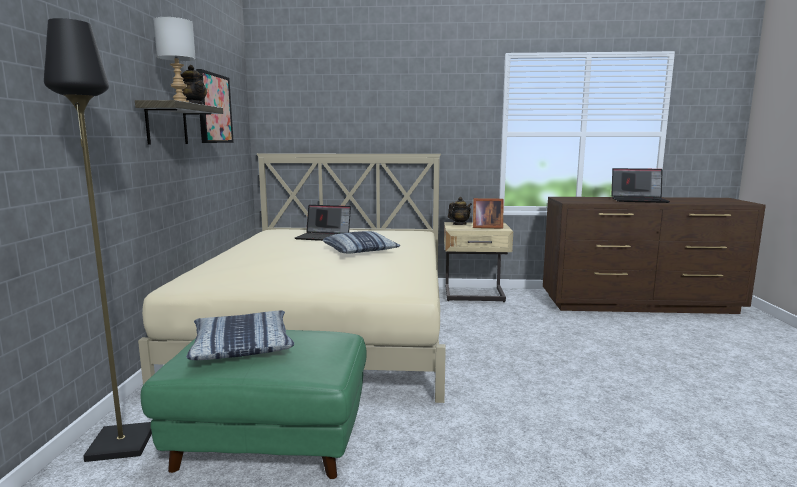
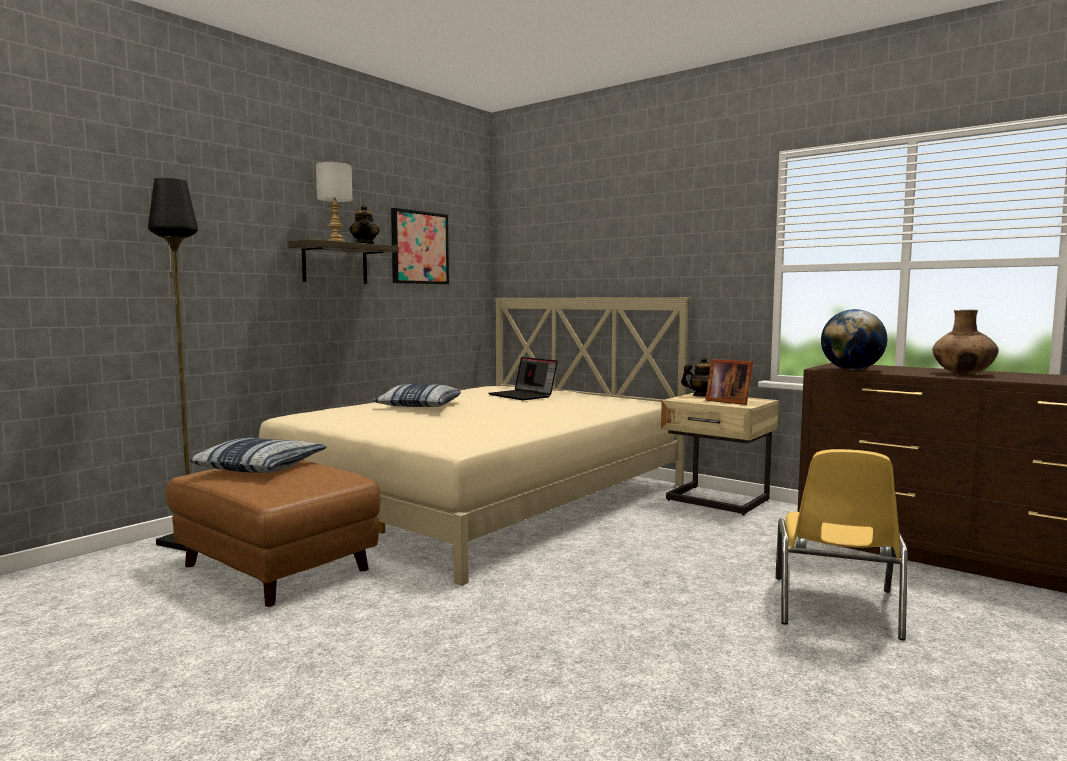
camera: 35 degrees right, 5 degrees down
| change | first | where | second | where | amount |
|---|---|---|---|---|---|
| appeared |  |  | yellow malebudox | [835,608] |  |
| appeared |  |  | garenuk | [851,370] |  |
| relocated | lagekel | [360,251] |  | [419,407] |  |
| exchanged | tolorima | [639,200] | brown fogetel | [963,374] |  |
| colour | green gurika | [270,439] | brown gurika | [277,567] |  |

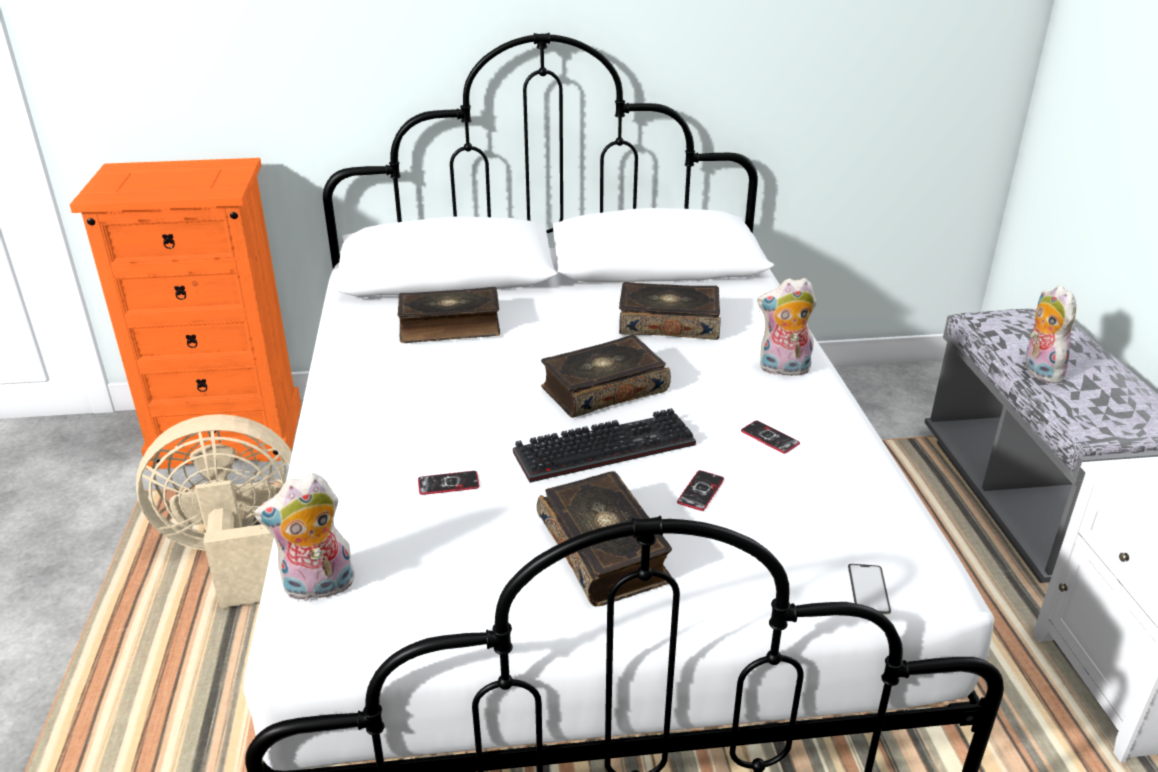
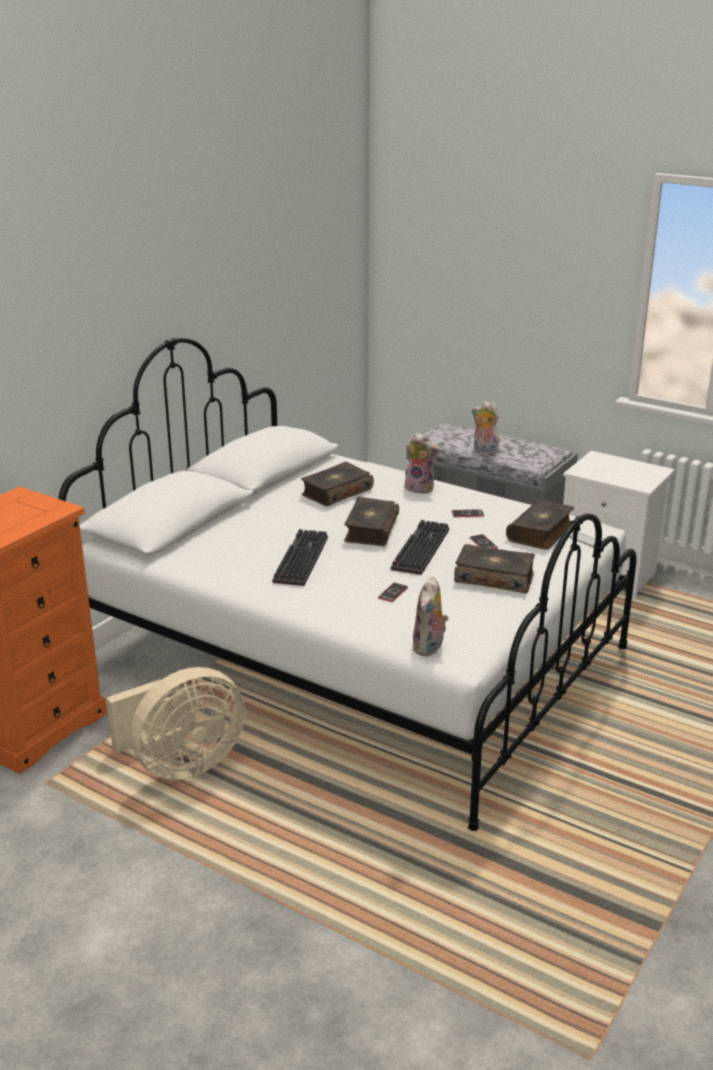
camera: 50 degrees left, 5 degrees down
| change | first | where | second | where | amount |
|---|---|---|---|---|---|
| appeared |  |  | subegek | [299,558] |  |
| relocated | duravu | [449,327] |  | [541,533] |  |
| spun | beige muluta | [239,556] |  | [181,765] | 150 degrees counterclockwise |
| spun | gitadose | [783,370] |  | [421,488] | 105 degrees counterclockwise |

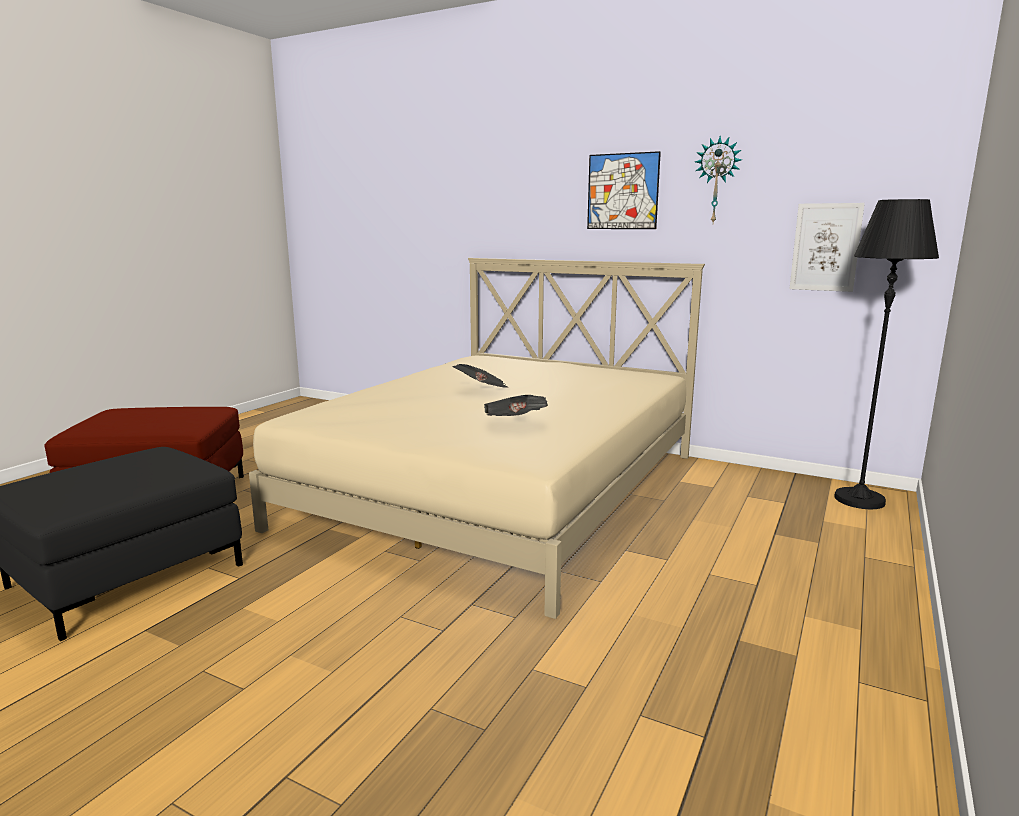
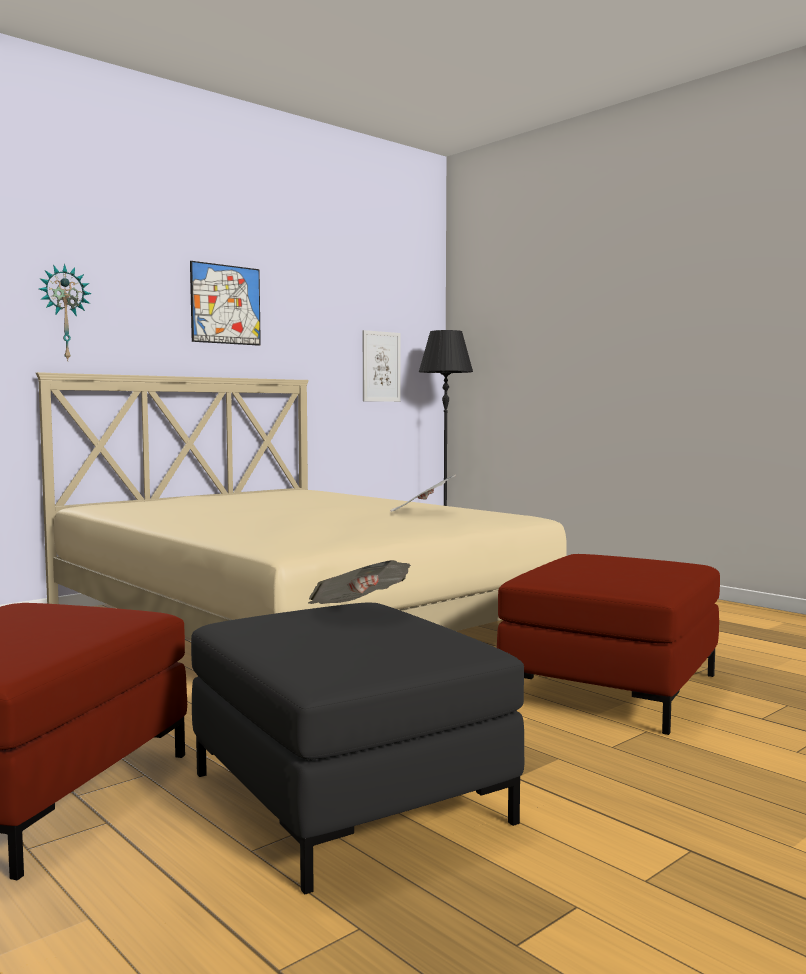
camera: 70 degrees left, 10 degrees down
| change | first | where | second | where | amount |
|---|---|---|---|---|---|
| appeared |  |  | red gurika | [611,687] |  |
| relocated | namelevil | [482,391] |  | [358,612] |  |
| relocated | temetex | [717,180] |  | [64,313] |  |

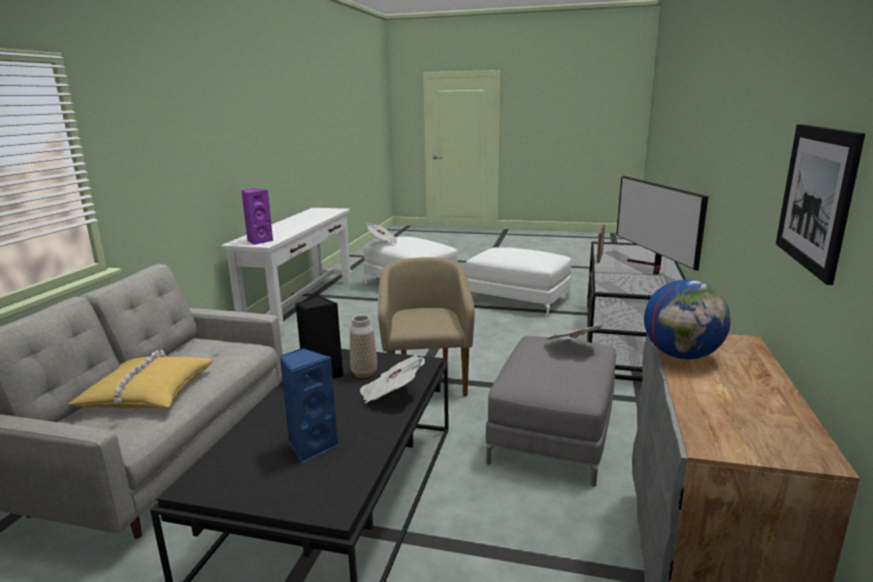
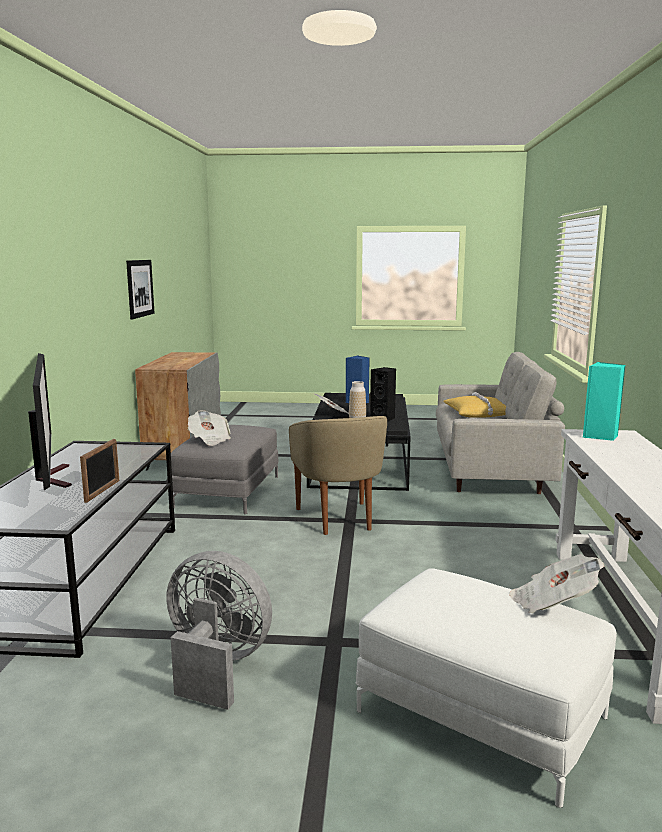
camera: 170 degrees right, 5 degrees down
| change | first | where | second | where | amount |
|---|---|---|---|---|---|
| missing | garenuk | [681,355] |  |  |  |
| exchanged | white gurika | [518,300] | grey muluta | [216,666] |  |
| colour | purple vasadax | [259,241] | turquoise vasadax | [600,436] |  |

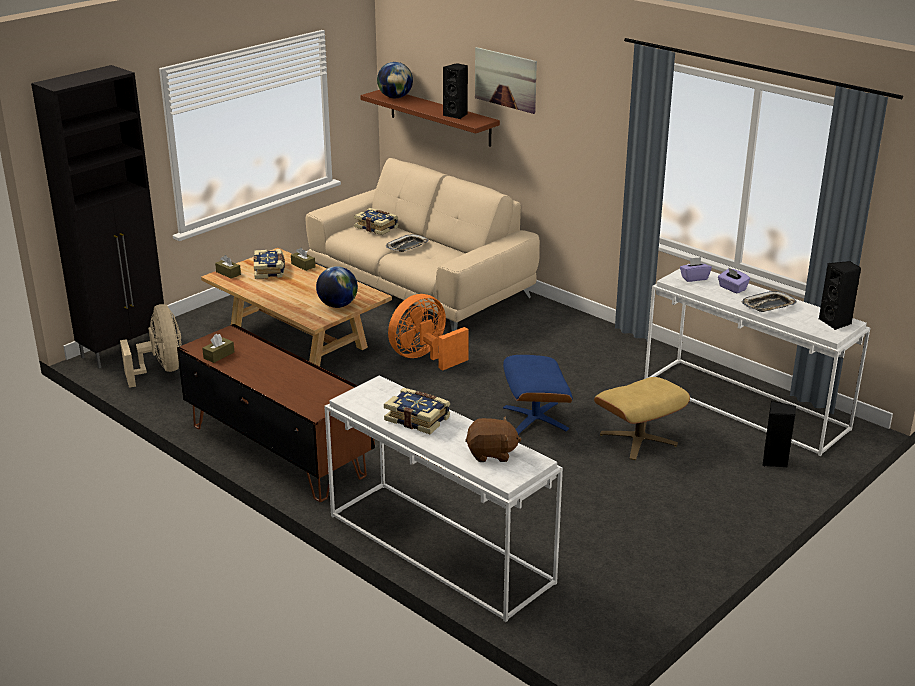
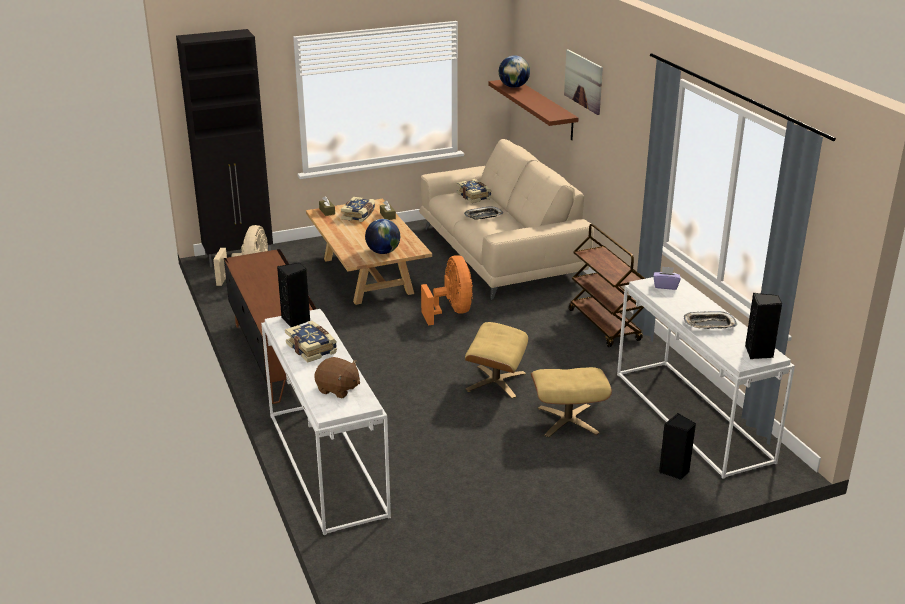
camera: 25 degrees right, 0 degrees up
| change | first | where | second | where | amount |
|---|---|---|---|---|---|
| missing | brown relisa | [219,355] |  |  |  |
| missing | purple relisa | [732,288] |  |  |  |
| appeared |  |  | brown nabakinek | [604,325] |  |
| relocated | black vasadax | [456,115] |  | [296,320] |  |
| colour | blue gurika | [535,418] | beige gurika | [495,381] |  |
| spun | orange muluta | [425,358] |  | [451,312] | 90 degrees clockwise |

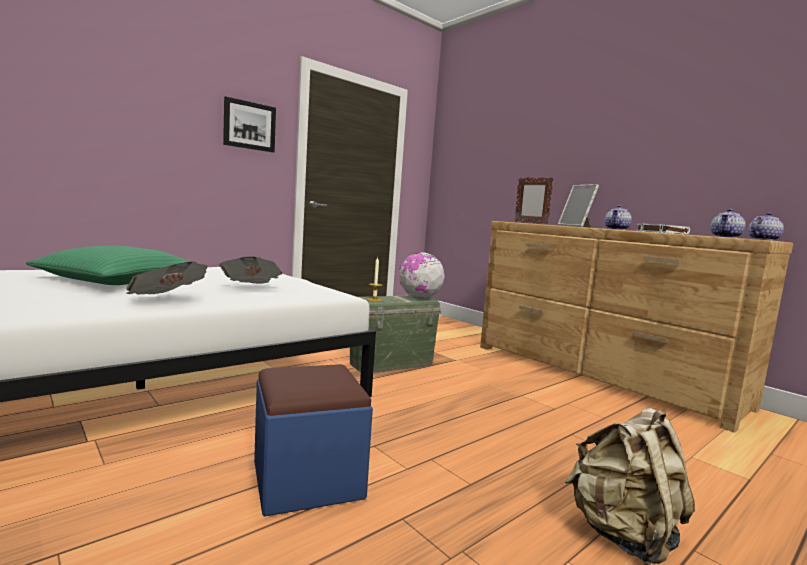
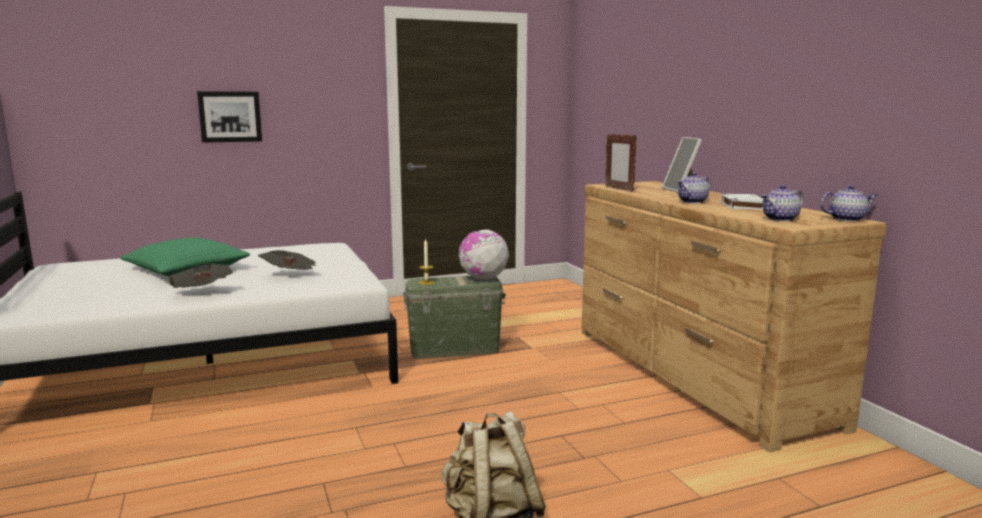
camera: 20 degrees right, 5 degrees up
| change | first | where | second | where | amount |
|---|---|---|---|---|---|
| missing | blue gurika | [307,479] |  |  |  |
| relocated | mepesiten | [249,125] |  | [230,116] |  |

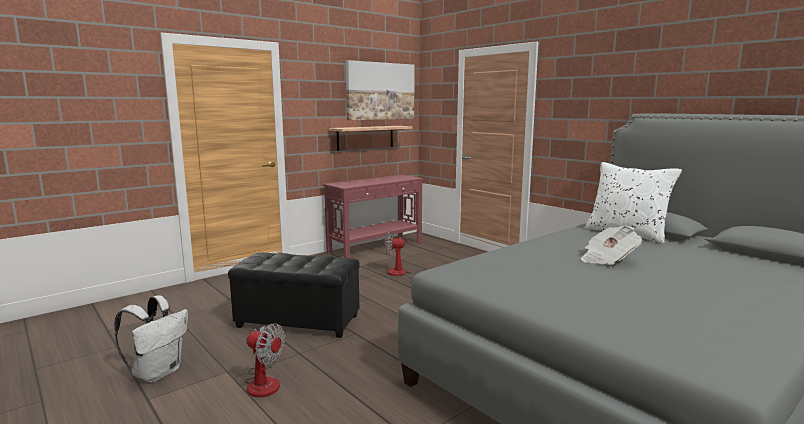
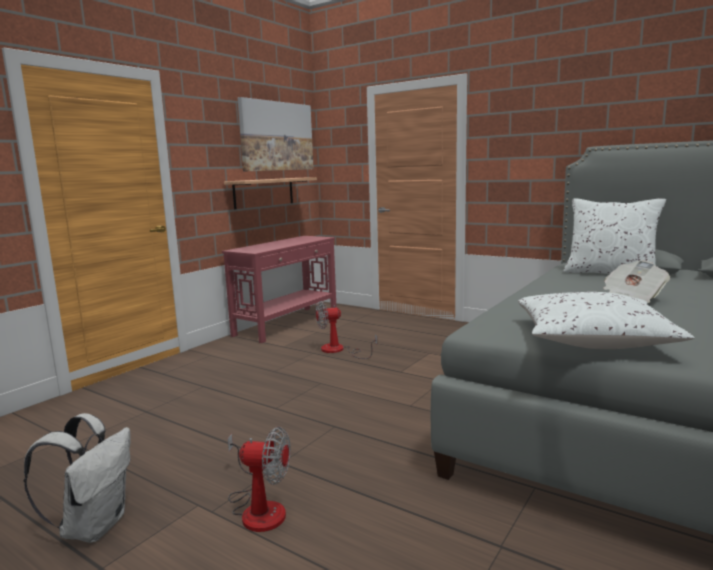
camera: 15 degrees left, 0 degrees up
| change | first | where | second | where | amount |
|---|---|---|---|---|---|
| missing | black gurika | [298,322] |  |  |  |
| appeared |  |  | white lagekel | [592,339] |  |

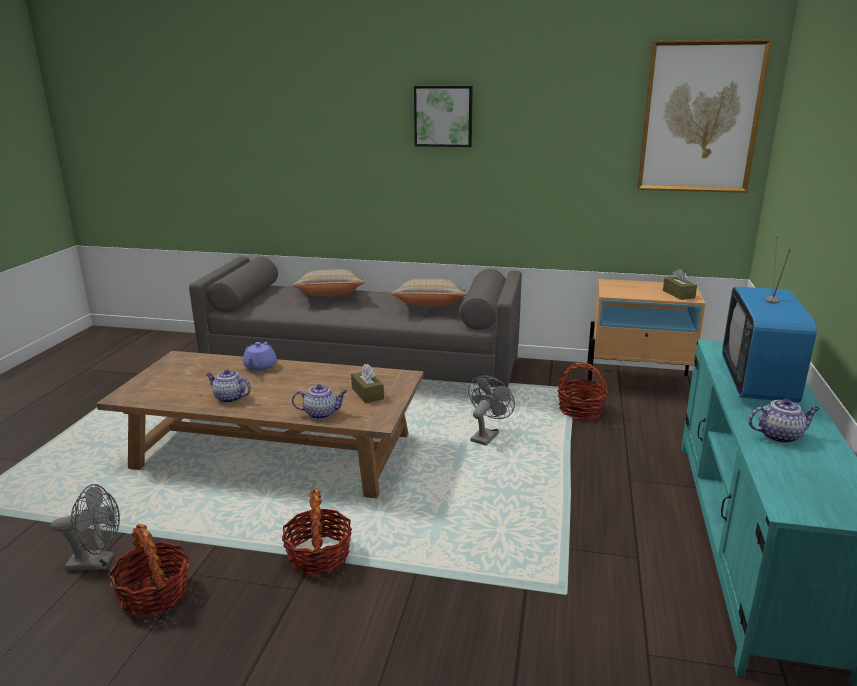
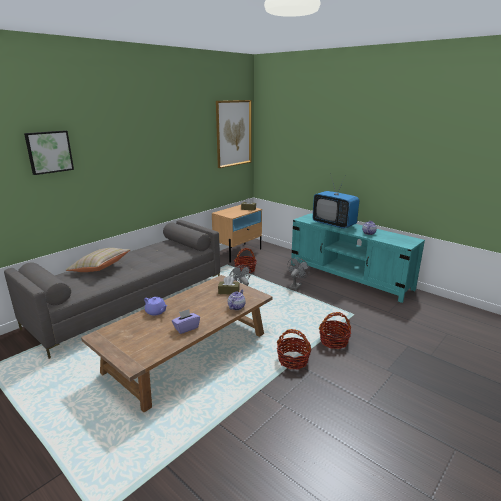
camera: 60 degrees left, 0 degrees up
| change | first | where | second | where | amount |
|---|---|---|---|---|---|
| missing | beige lagekel | [430,307] |  |  |  |
| relocated | grey muluta | [98,562] |  | [296,285] |  |
| relocated | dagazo | [154,594] |  | [334,341] |  |
| relocated | mepesiten | [443,116] |  | [49,152] |  |
| exchanged | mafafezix | [229,398] | purple relisa | [186,328] |  |

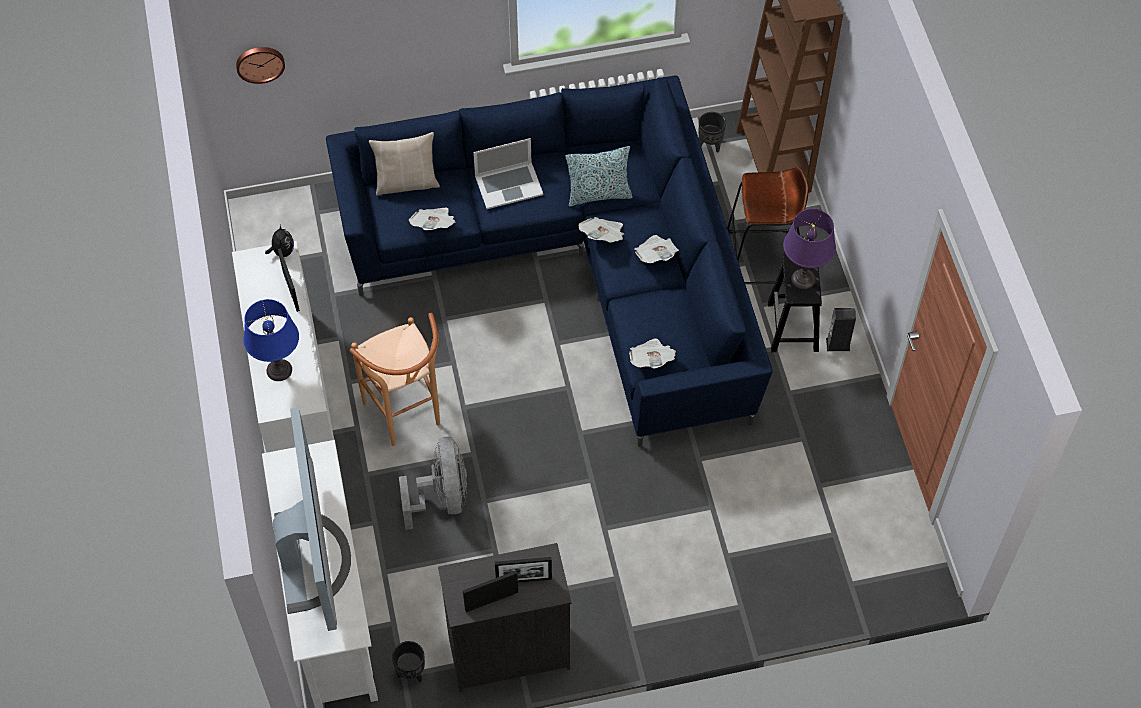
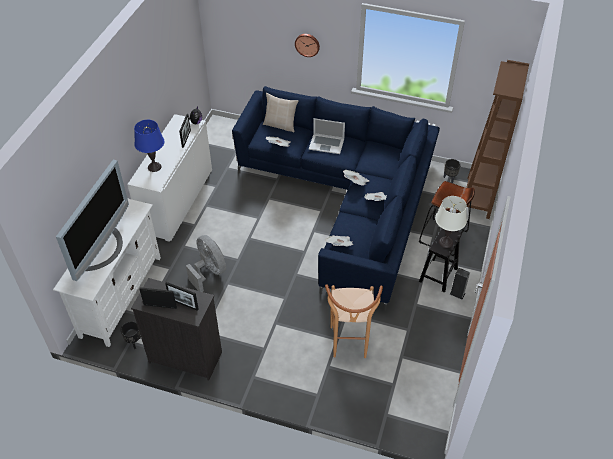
camera: 30 degrees right, 10 degrees down
| change | first | where | second | where | amount |
|---|---|---|---|---|---|
| missing | lagekel | [599,194] |  |  |  |
| relocated | temetex | [260,63] |  | [307,44] |  |
| relocated | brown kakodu | [407,418] |  | [349,346] |  |
| colour | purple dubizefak | [803,279] | white dubizefak | [446,242] |  |
| spun | grey muluta | [442,497] |  | [209,272] | 60 degrees counterclockwise |

